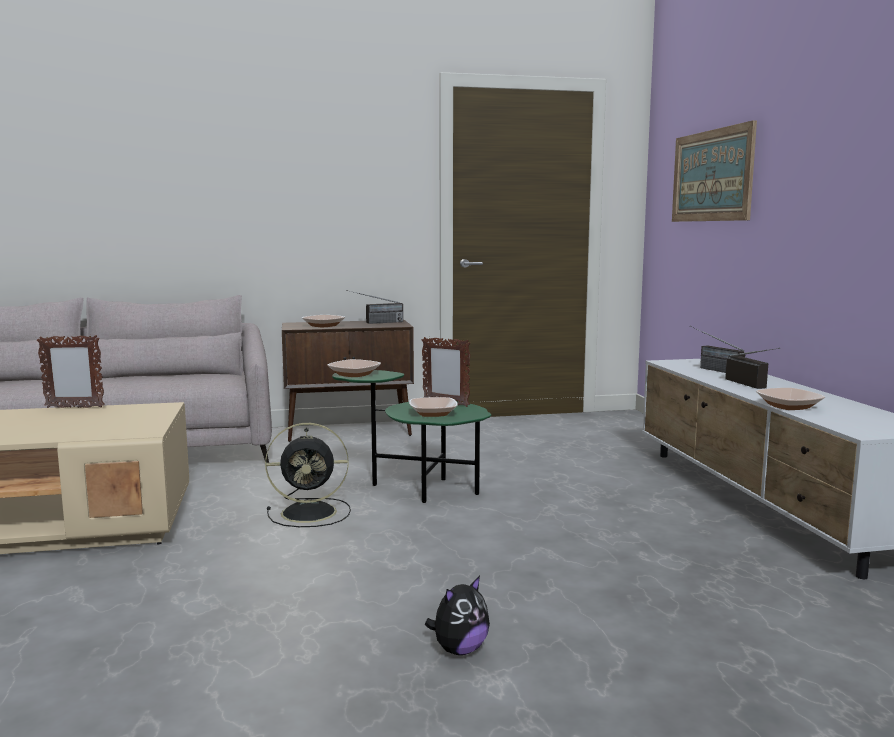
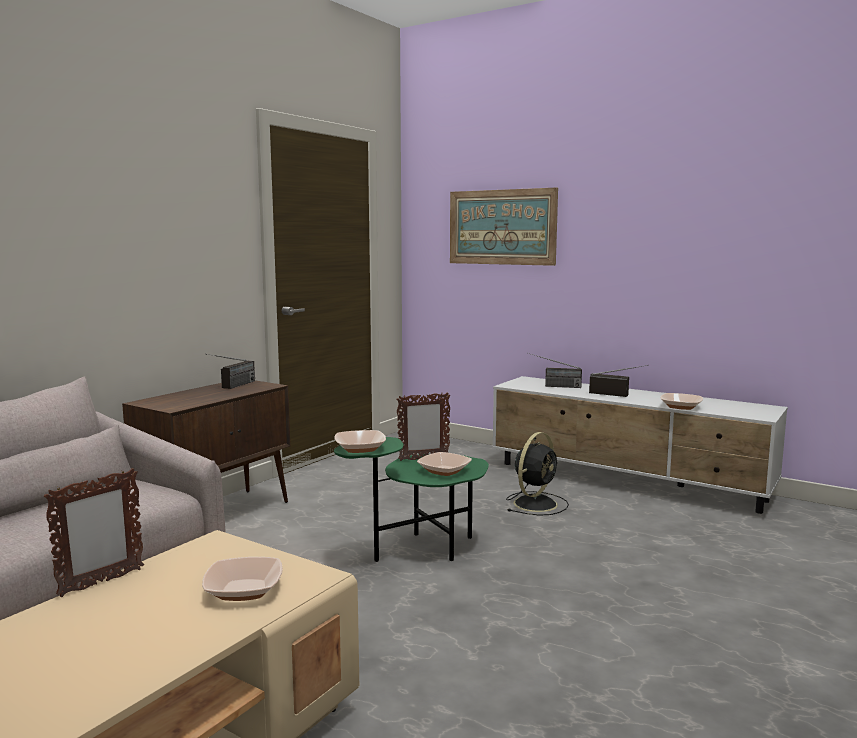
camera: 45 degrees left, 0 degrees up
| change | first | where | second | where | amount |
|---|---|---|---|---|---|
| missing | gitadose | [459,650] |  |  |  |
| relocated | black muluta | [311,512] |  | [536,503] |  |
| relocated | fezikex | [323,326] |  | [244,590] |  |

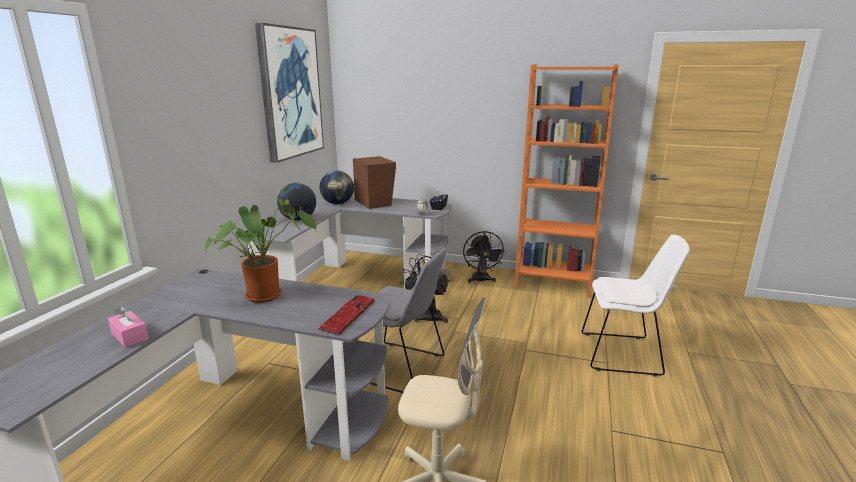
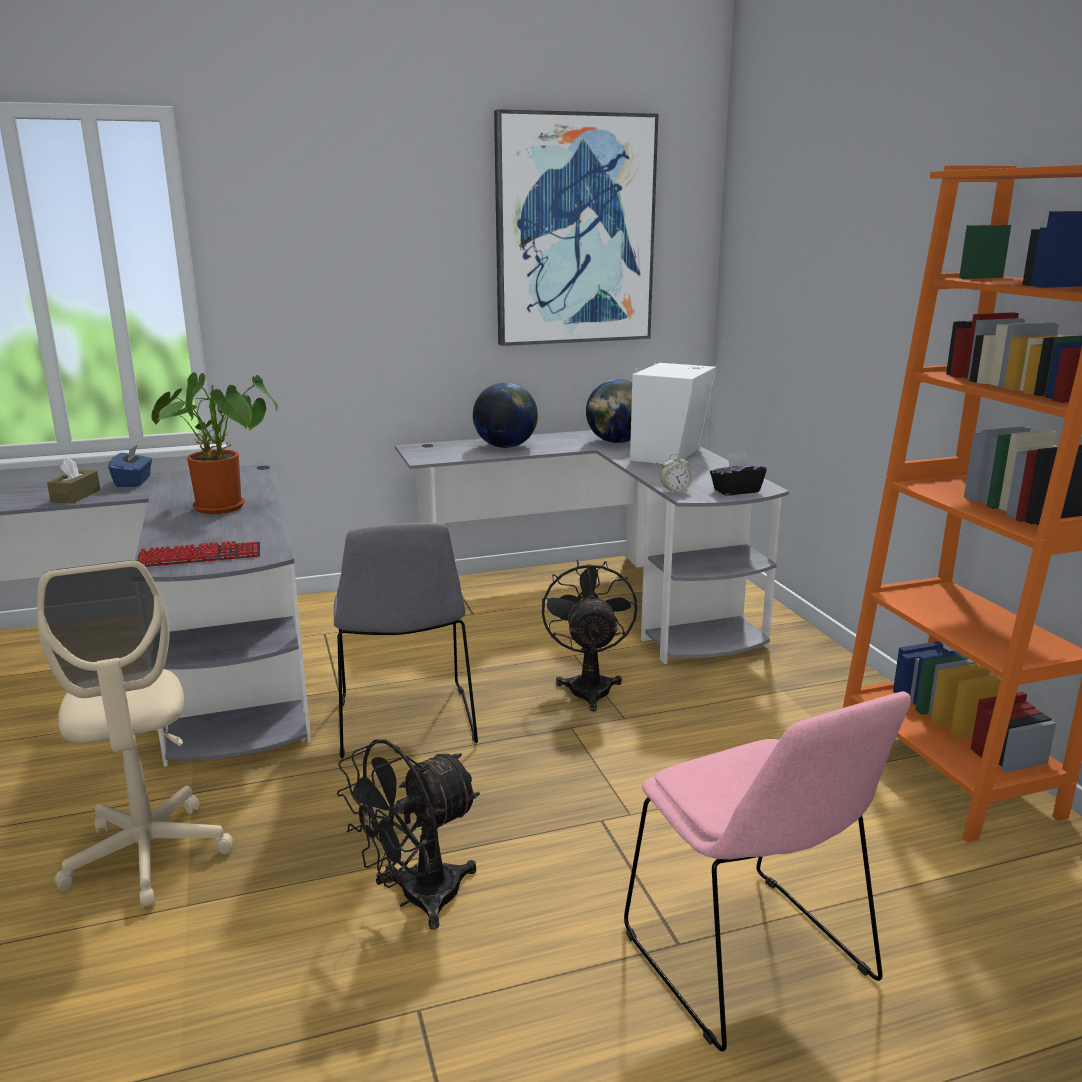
camera: 55 degrees right, 0 degrees up
| change | first | where | second | where | amount |
|---|---|---|---|---|---|
| appeared |  |  | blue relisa | [134,482] |  |
| relocated | black muluta | [481,280] |  | [416,899] |  |
| colour | pink relisa | [129,336] | brown relisa | [76,496] |  |
| colour | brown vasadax | [374,202] | white vasadax | [670,454] |  |
| colour | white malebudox | [623,354] | pink malebudox | [751,962] |  |

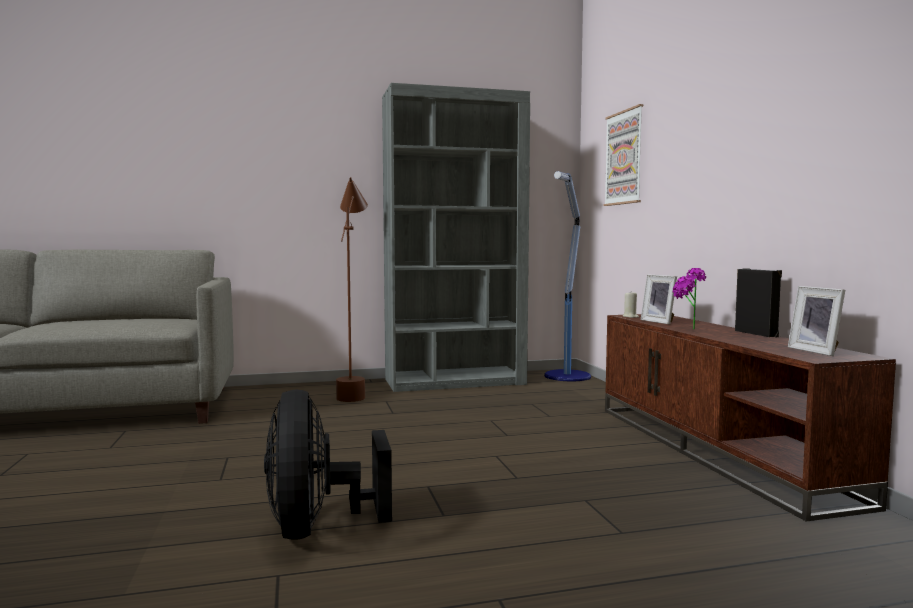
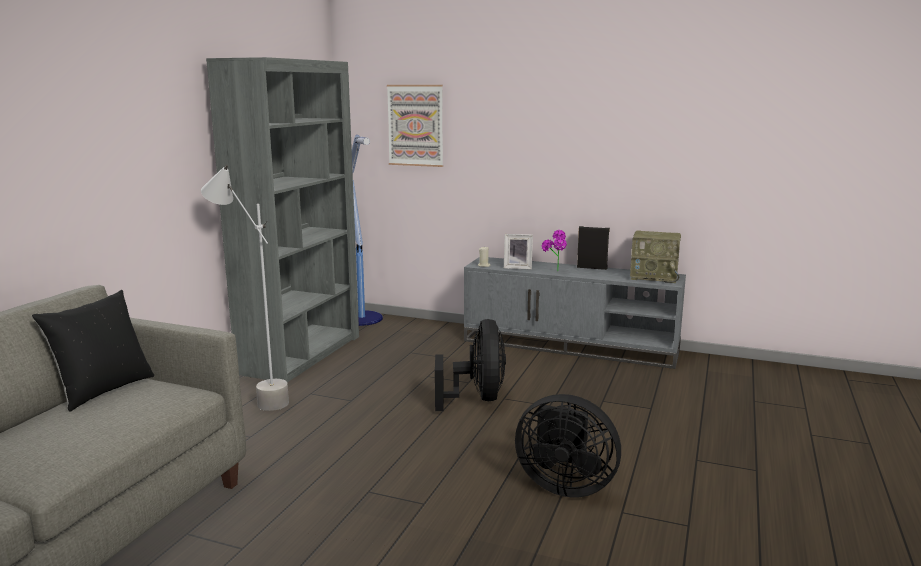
camera: 55 degrees left, 10 degrees up
| change | first | where | second | where | amount |
|---|---|---|---|---|---|
| appeared |  |  | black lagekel | [103,390] |  |
| appeared |  |  | black muluta | [477,399] |  |
| exchanged | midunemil | [817,351] | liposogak | [655,277] |  |
| colour | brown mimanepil | [353,392] | grey mimanepil | [255,398] |  |
| colour | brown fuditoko | [716,450] | grey fuditoko | [571,345] |  |

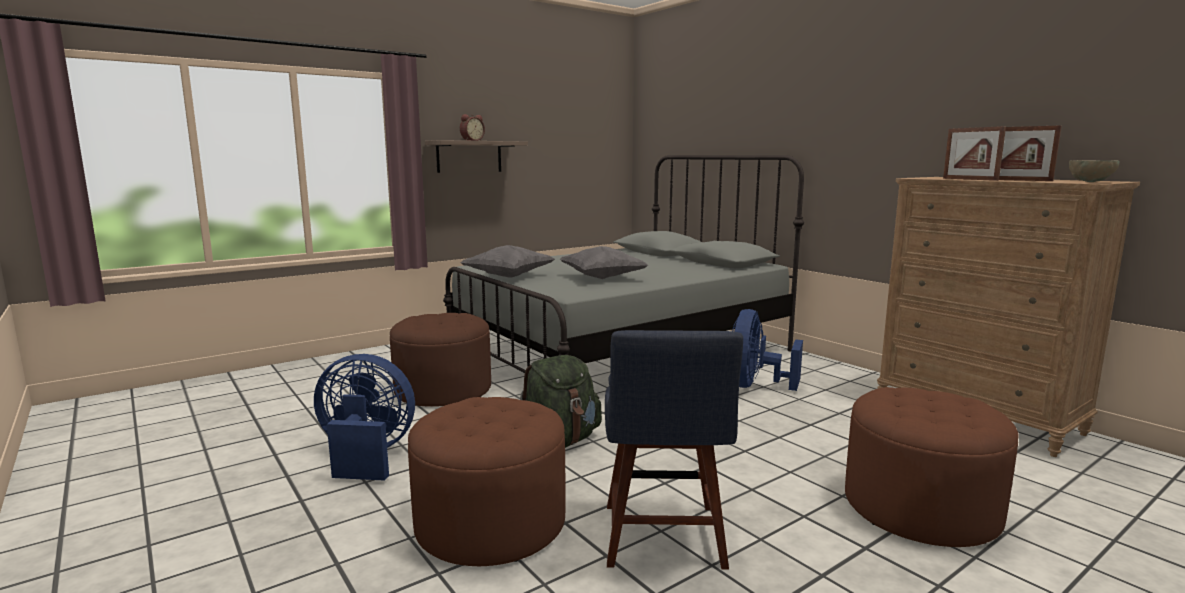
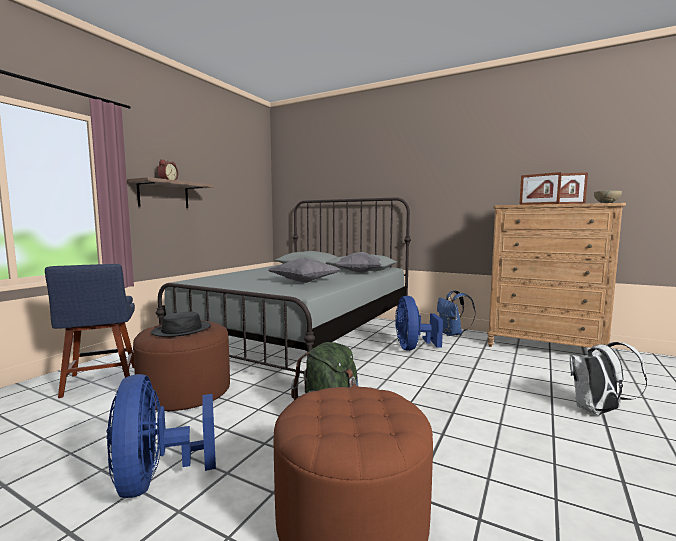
camera: 25 degrees left, 5 degrees down
| change | first | where | second | where | amount |
|---|---|---|---|---|---|
| appeared |  |  | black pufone | [182,330] |  |
| appeared |  |  | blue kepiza | [452,334] |  |
| relocated | grey lagekel | [508,276] |  | [359,272] |  |
| relocated | blue malebudox | [663,539] |  | [100,382] |  |
| exchanged | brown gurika | [920,508] | white kepiza | [598,411] |  |
| spun | blue muluta | [366,456] |  | [156,479] | 90 degrees counterclockwise |

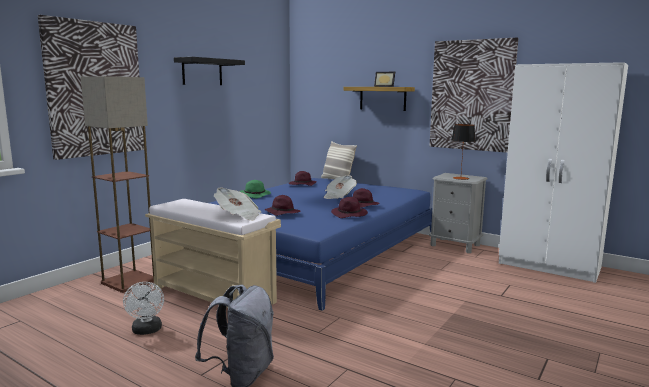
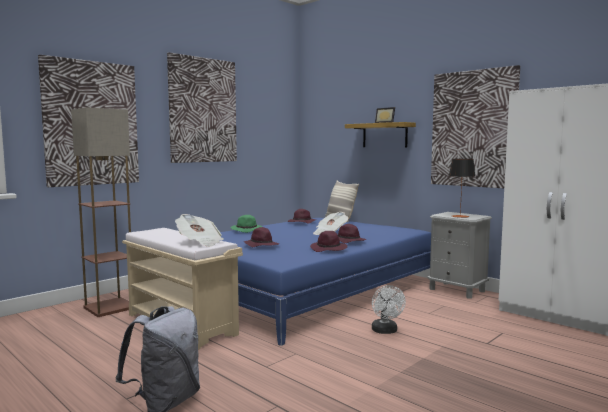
camera: 10 degrees right, 5 degrees down
| change | first | where | second | where | amount |
|---|---|---|---|---|---|
| relocated | white muluta | [147,331] |  | [385,331] |  |
| exchanged | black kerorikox | [202,72] | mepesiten | [203,110] |  |

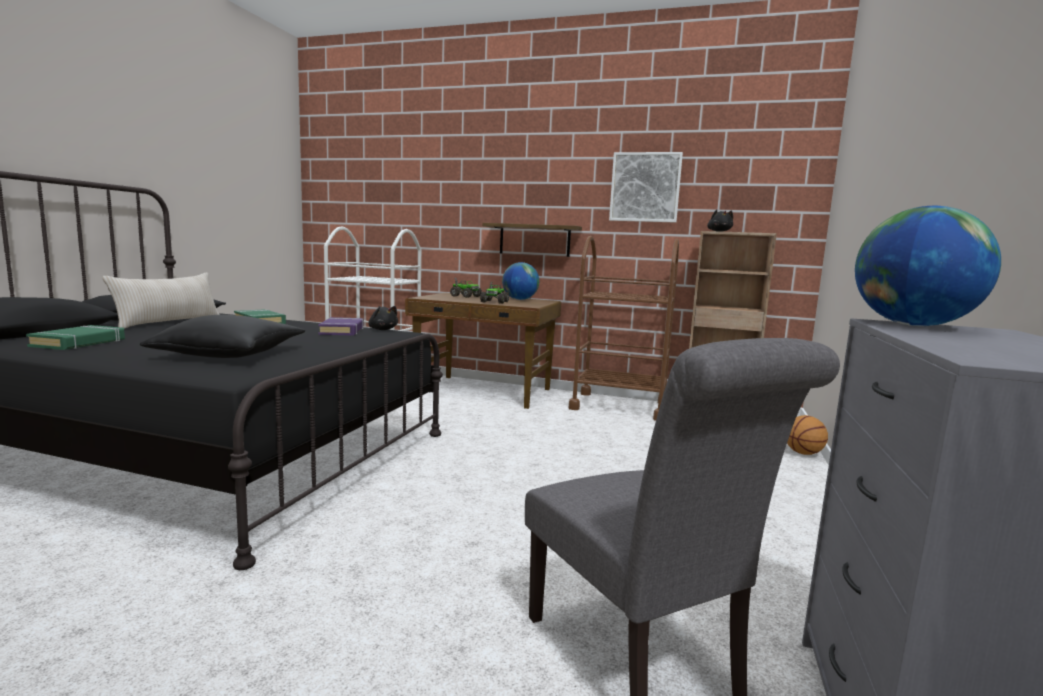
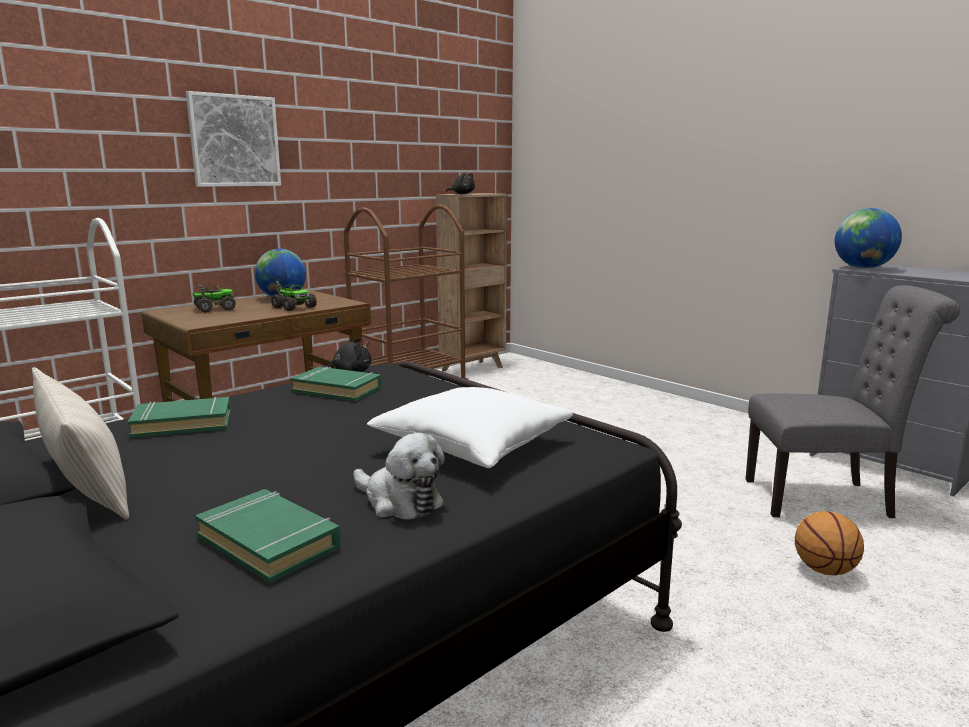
camera: 60 degrees left, 5 degrees up
| change | first | where | second | where | amount |
|---|---|---|---|---|---|
| missing | kerorikox | [534,240] |  |  |  |
| appeared |  |  | gitadose | [399,502] |  |
| relocated | mepesiten | [645,187] |  | [234,141] |  |
| relocated | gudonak | [803,453] |  | [824,570] |  |
| colour | black lagekel | [230,355] | white lagekel | [472,446] |  |
| colour | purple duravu | [342,331] | green duravu | [337,389] |  |

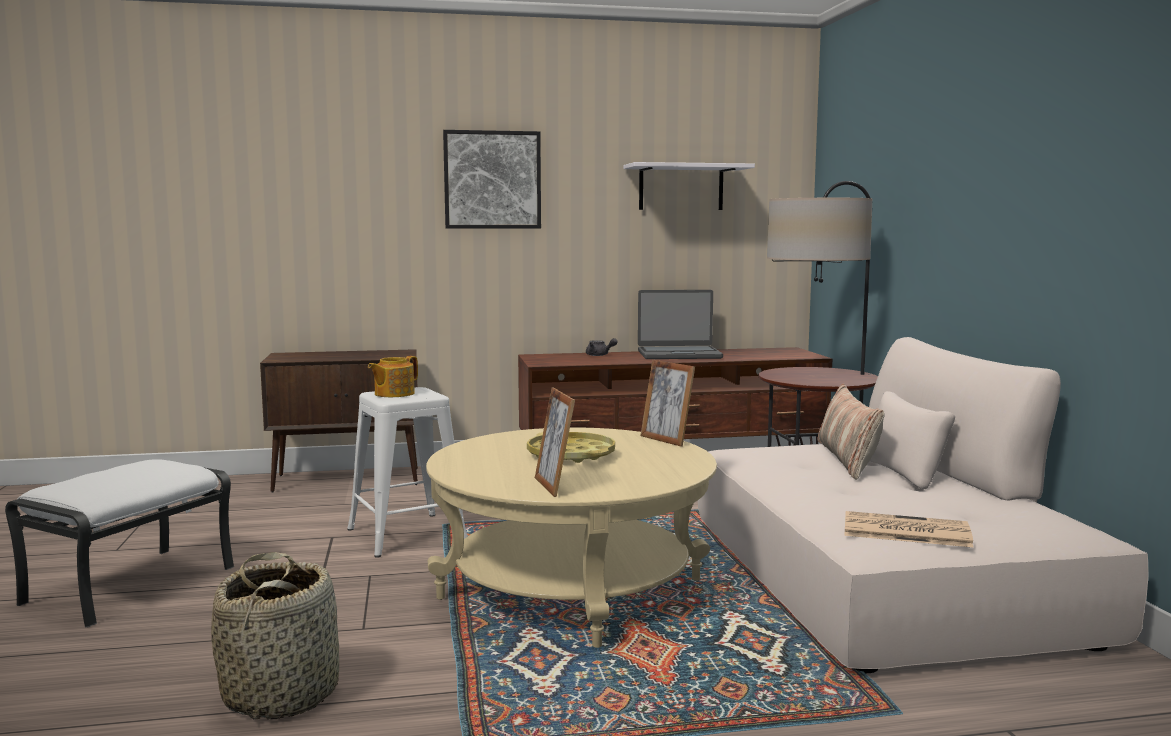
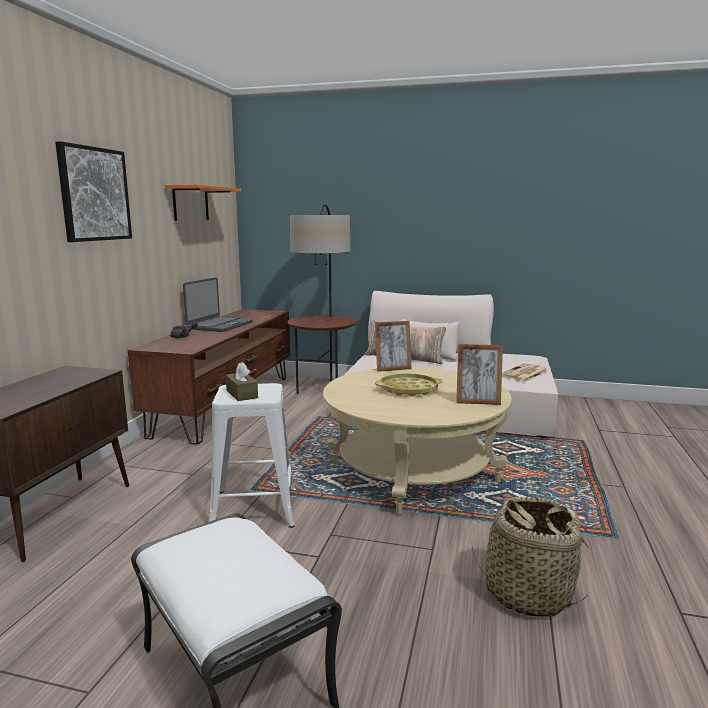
camera: 65 degrees left, 5 degrees up
| change | first | where | second | where | amount |
|---|---|---|---|---|---|
| exchanged | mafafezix | [393,394] | brown relisa | [242,394] |  |
| colour | white kerorikox | [681,187] | orange kerorikox | [191,203] |  |

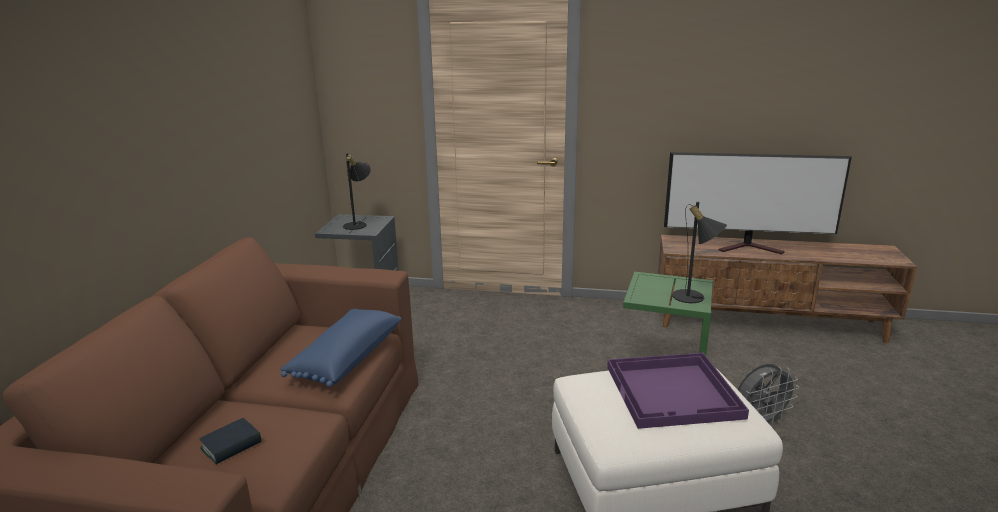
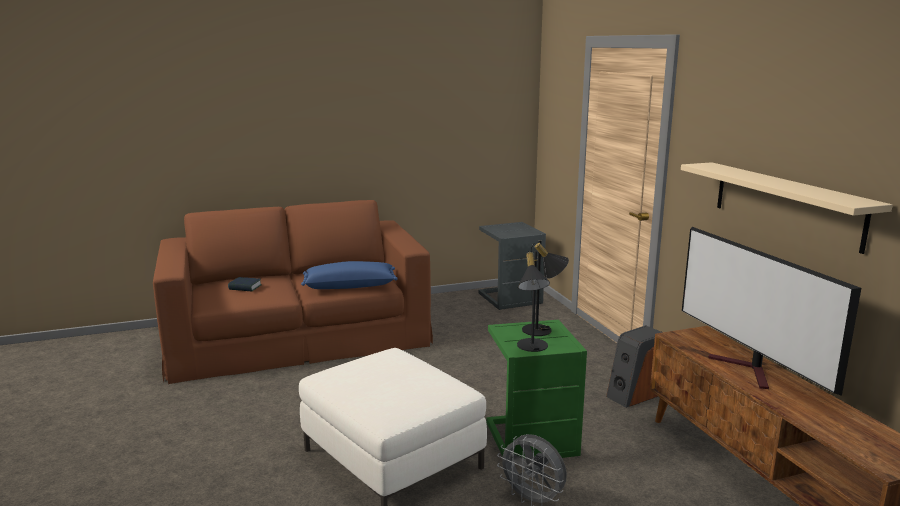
camera: 60 degrees right, 5 degrees down
| change | first | where | second | where | amount |
|---|---|---|---|---|---|
| missing | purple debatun | [674,392] |  |  |  |
| appeared |  |  | vasadax | [634,395] |  |
| appeared |  |  | beige kerorikox | [785,204] |  |
| relocated | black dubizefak | [358,224] |  | [542,330] |  |

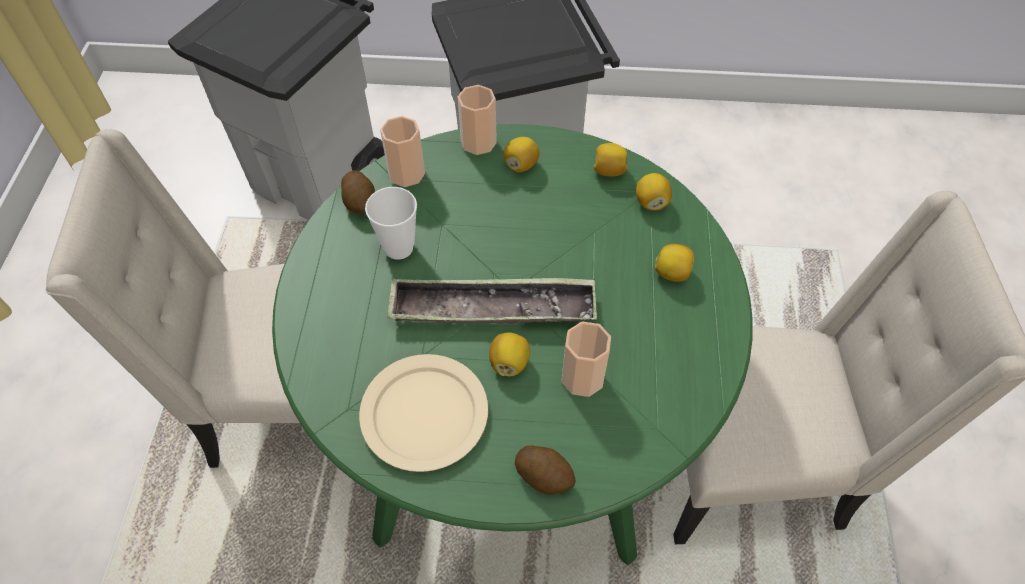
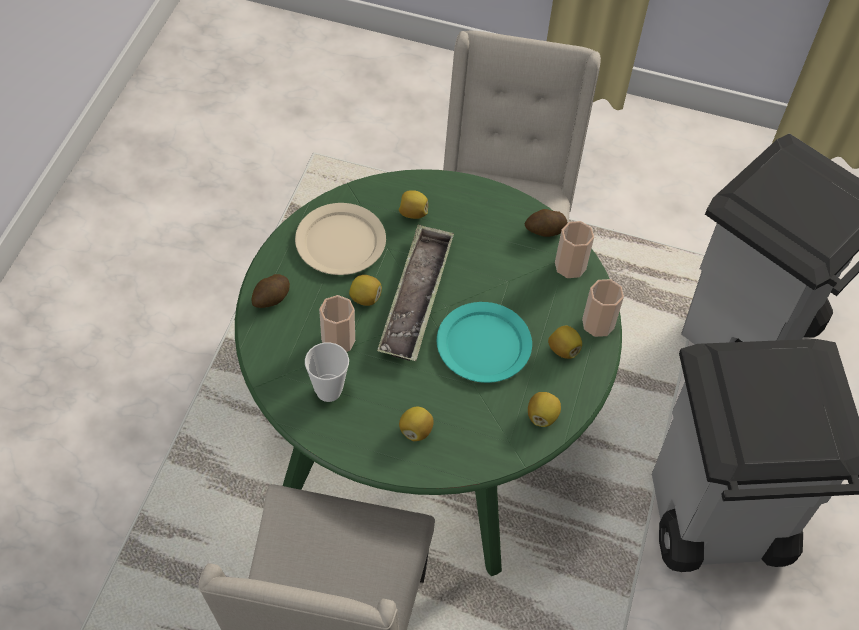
camera: 100 degrees right, 0 degrees up
| change | first | where | second | where | amount |
|---|---|---|---|---|---|
| appeared |  |  | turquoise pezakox | [483,344] |  |
| relocated | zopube | [399,248] |  | [328,391] |  |
| relocated | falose | [651,202] |  | [413,213] |  |

